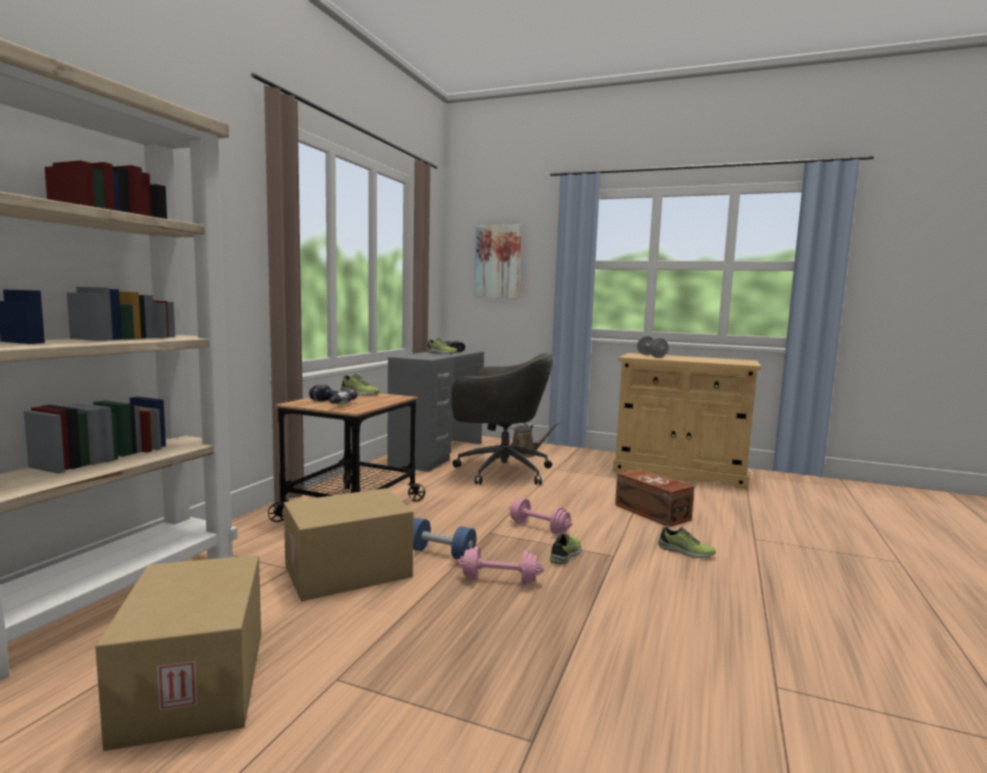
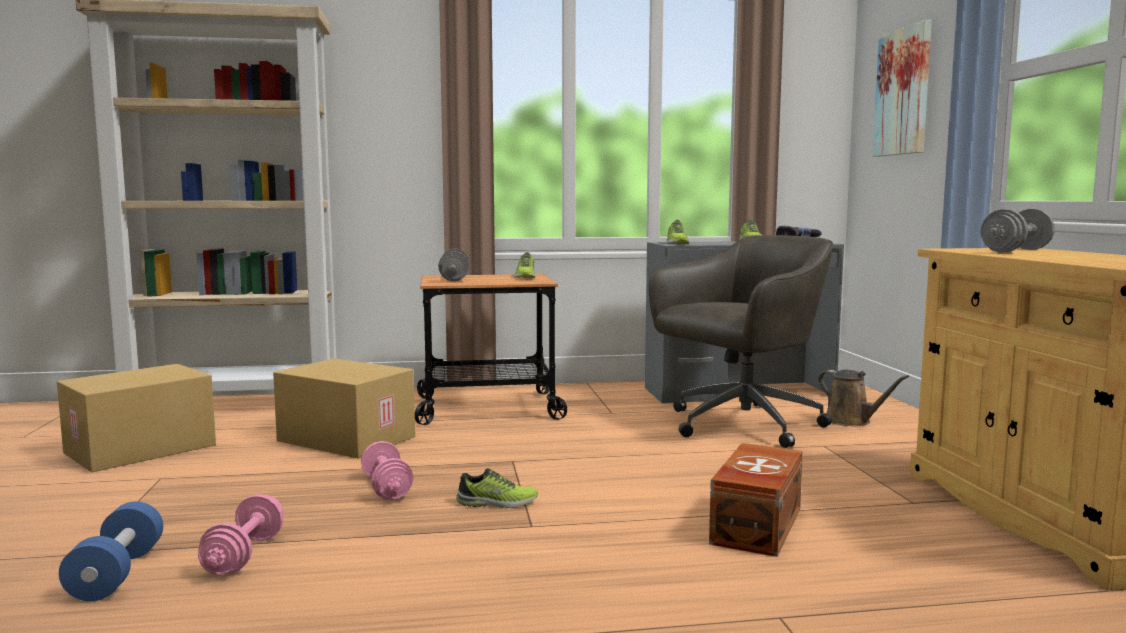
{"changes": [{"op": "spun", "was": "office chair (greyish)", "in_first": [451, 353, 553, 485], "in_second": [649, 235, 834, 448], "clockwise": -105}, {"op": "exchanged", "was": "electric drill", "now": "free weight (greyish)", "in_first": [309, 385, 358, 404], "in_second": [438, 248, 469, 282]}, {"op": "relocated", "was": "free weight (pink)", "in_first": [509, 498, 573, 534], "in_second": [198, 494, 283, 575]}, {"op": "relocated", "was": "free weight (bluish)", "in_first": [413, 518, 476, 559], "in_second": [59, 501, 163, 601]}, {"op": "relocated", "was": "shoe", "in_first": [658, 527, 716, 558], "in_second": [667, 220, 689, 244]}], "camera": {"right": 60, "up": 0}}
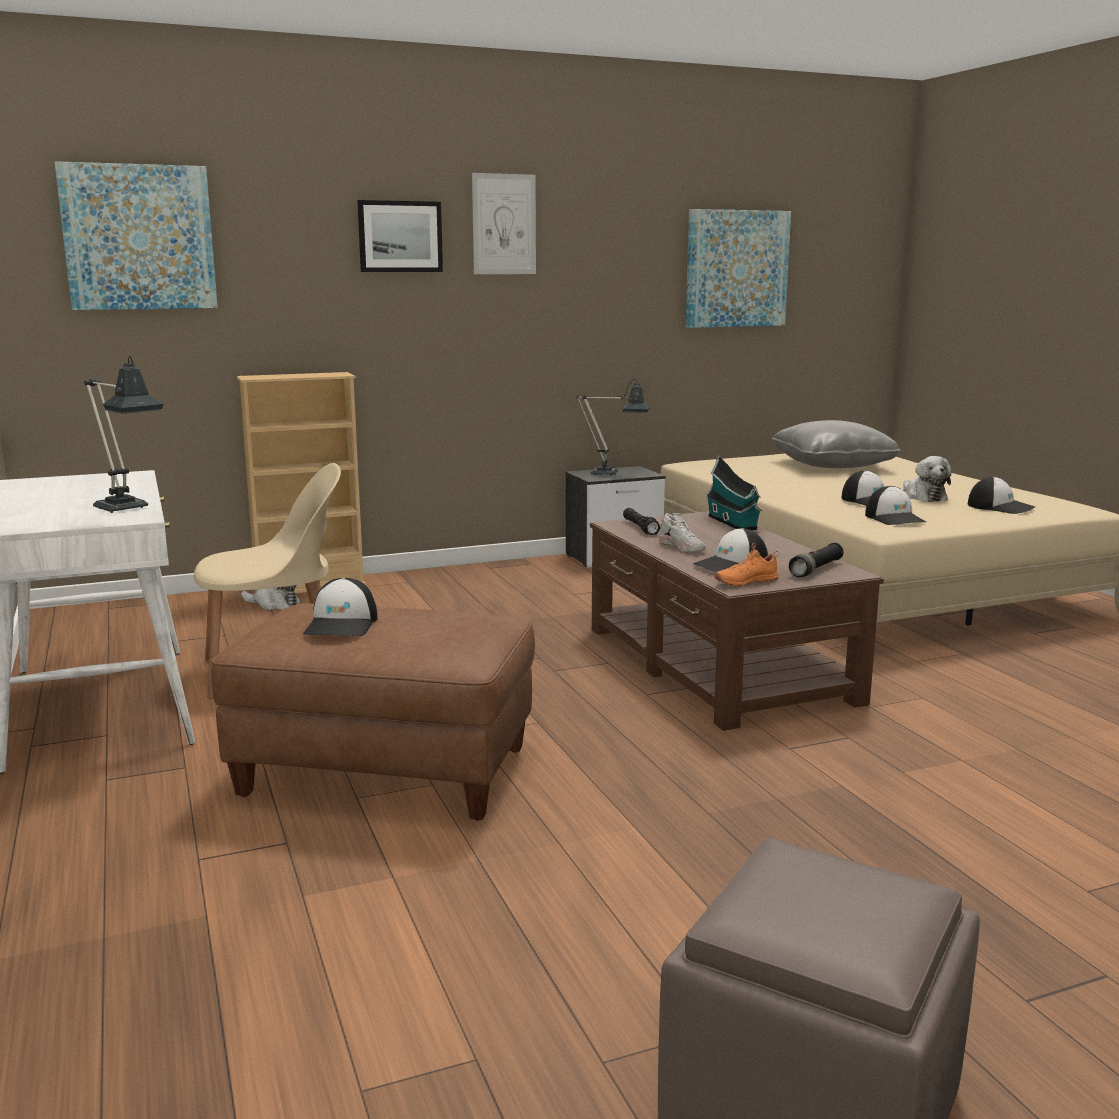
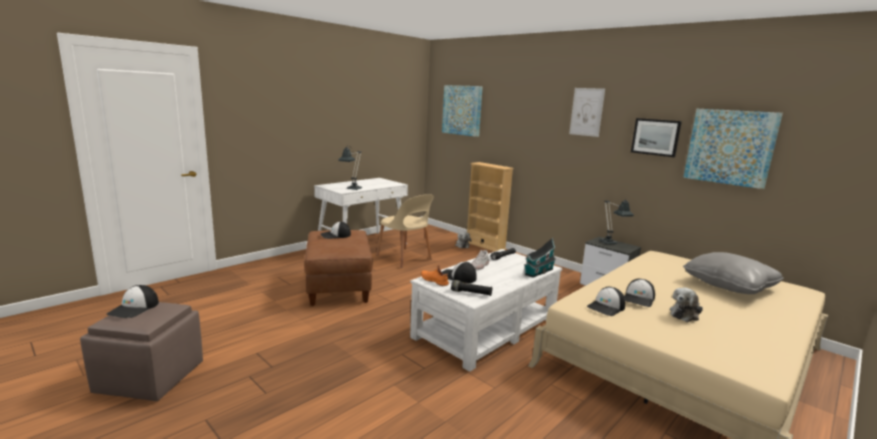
{"changes": [{"op": "relocated", "was": "picture", "in_first": [357, 200, 443, 272], "in_second": [631, 118, 682, 157]}, {"op": "relocated", "was": "cap", "in_first": [968, 477, 1035, 514], "in_second": [107, 285, 159, 318]}, {"op": "colour", "was": "coffee table (brown-coloured)", "now": "coffee table (white)", "in_first": [590, 511, 884, 731], "in_second": [410, 249, 562, 372]}], "camera": {"right": 65, "up": 0}}
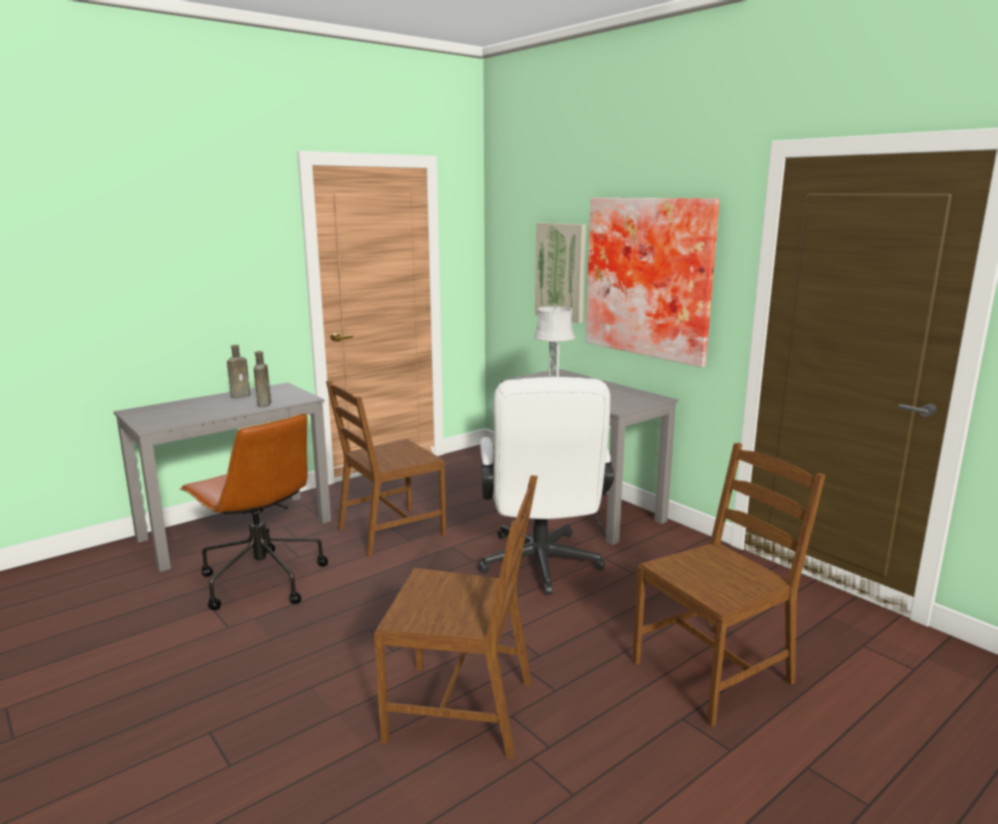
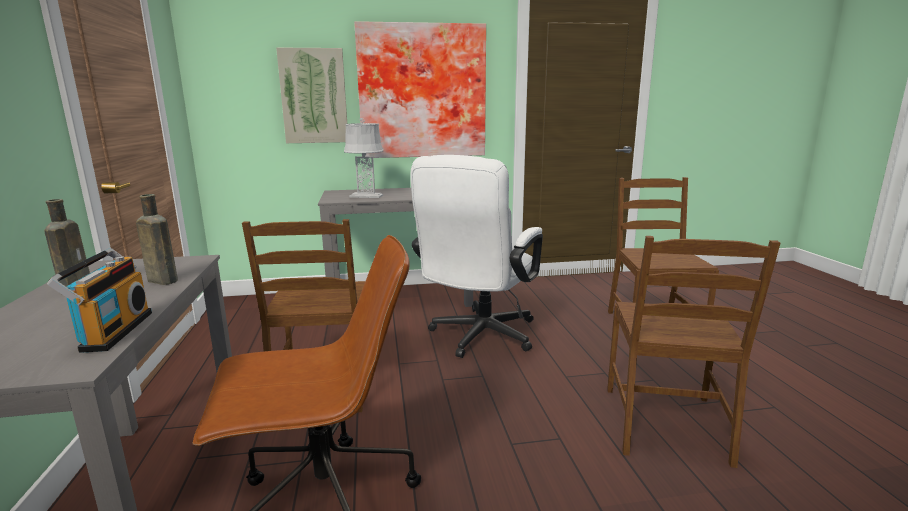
{"changes": [{"op": "spun", "was": "office chair (white)", "in_first": [478, 377, 614, 595], "in_second": [410, 155, 543, 358], "clockwise": 90}, {"op": "spun", "was": "chair (brown-coloured)", "in_first": [374, 475, 538, 759], "in_second": [607, 236, 780, 468], "clockwise": 150}, {"op": "appeared", "now": "radio receiver", "in_second": [47, 248, 152, 353]}], "camera": {"right": -60, "up": 0}}
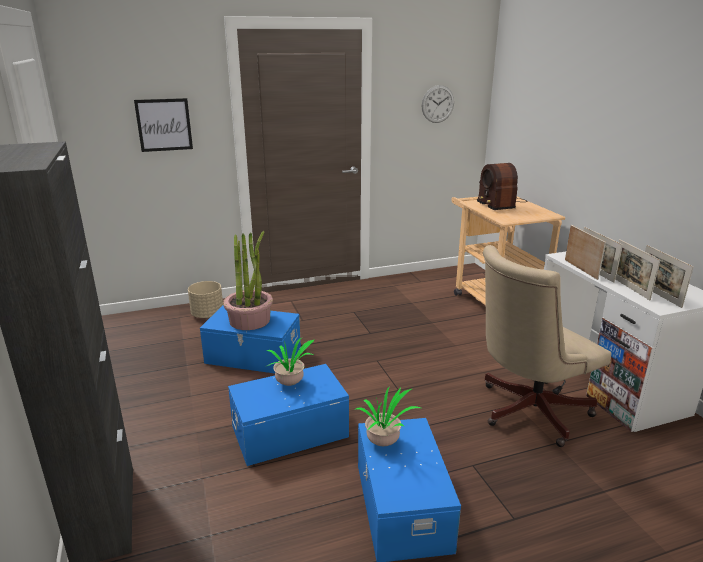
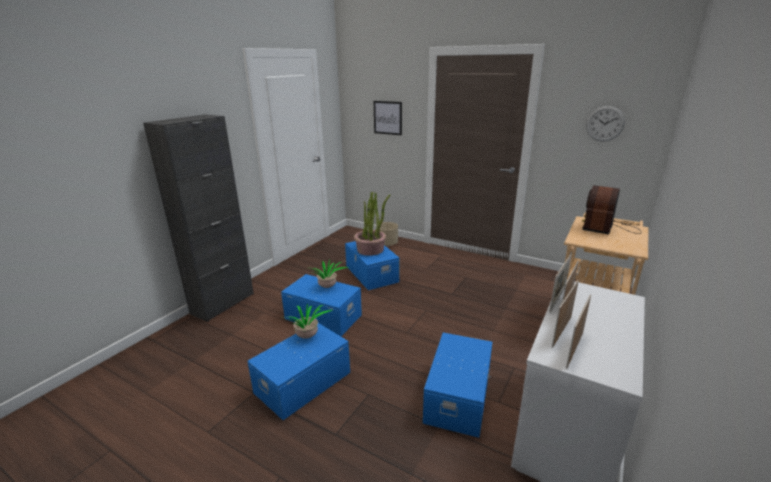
{"changes": [{"op": "exchanged", "was": "office chair (beige-coloured)", "now": "storage bin (bluish)", "in_first": [483, 245, 611, 447], "in_second": [423, 332, 492, 438]}], "camera": {"right": 50, "up": 0}}
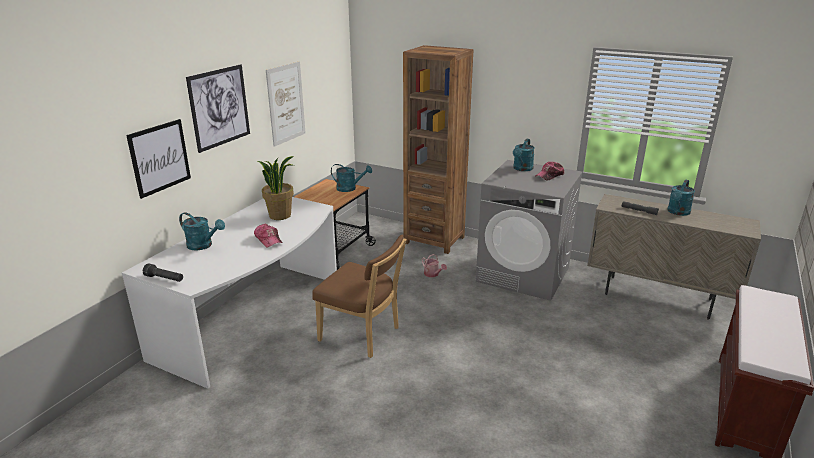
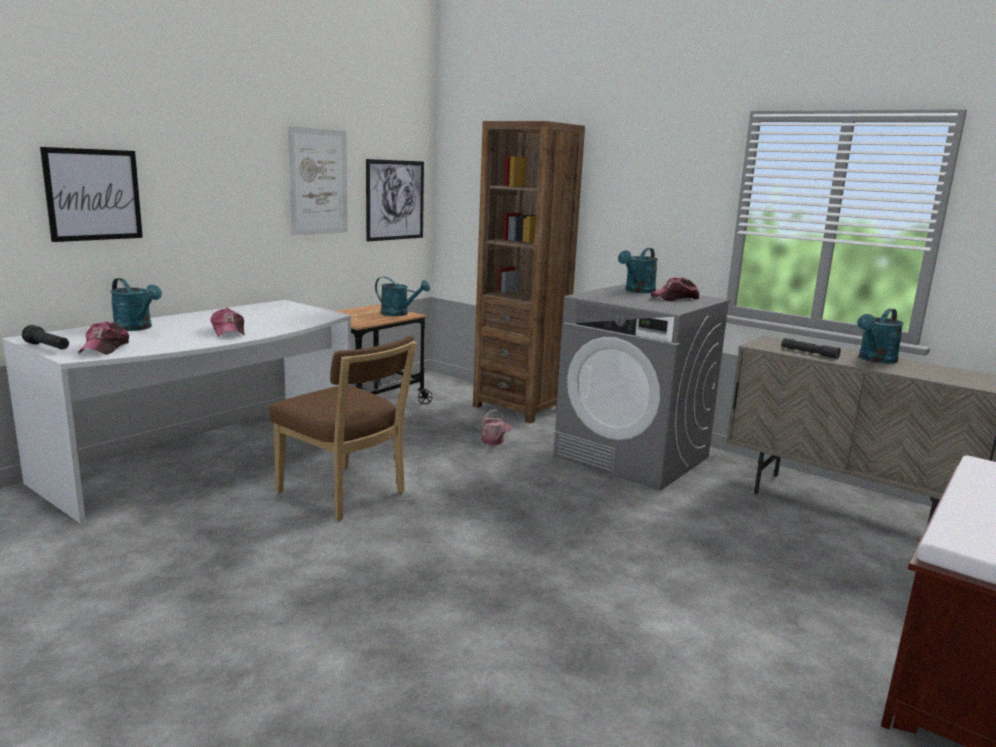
{"changes": [{"op": "relocated", "was": "picture", "in_first": [186, 64, 250, 153], "in_second": [366, 159, 424, 241]}, {"op": "missing", "was": "plant in a pot", "in_first": [257, 156, 294, 220]}, {"op": "appeared", "now": "cap", "in_second": [78, 321, 129, 354]}], "camera": {"right": 10, "up": -10}}
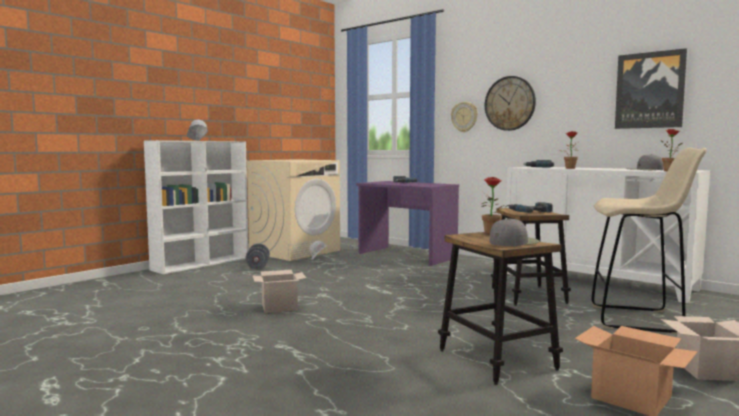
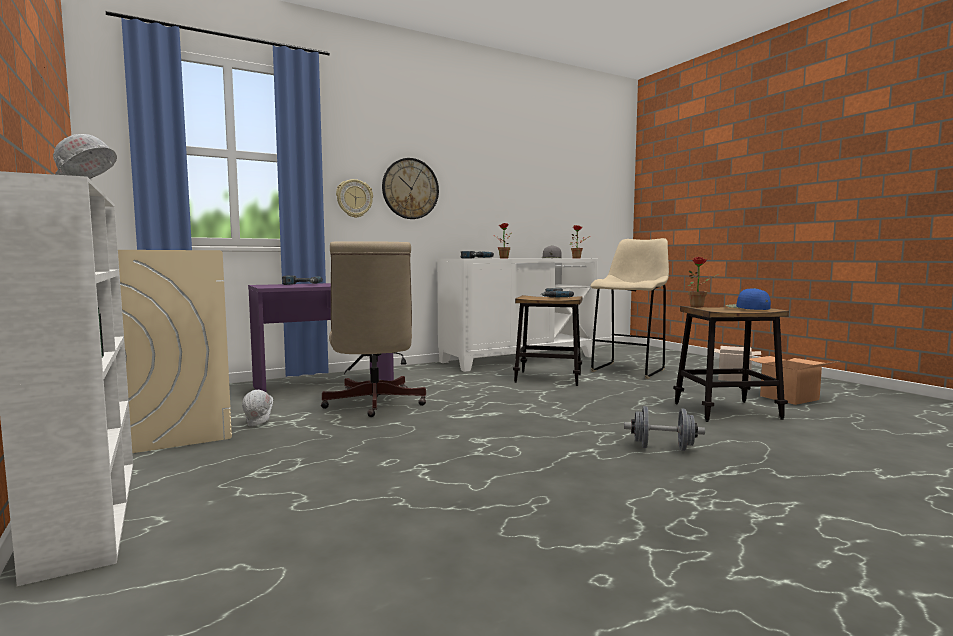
{"changes": [{"op": "missing", "was": "picture", "in_first": [615, 48, 687, 129]}, {"op": "colour", "was": "cap (greyish)", "now": "cap (bluish)", "in_first": [489, 218, 540, 246], "in_second": [726, 288, 771, 310]}, {"op": "relocated", "was": "free weight (greyish)", "in_first": [246, 243, 270, 269], "in_second": [624, 406, 705, 451]}, {"op": "missing", "was": "packing box", "in_first": [253, 270, 306, 313]}, {"op": "appeared", "now": "office chair (beige-coloured)", "in_second": [321, 241, 426, 417]}], "camera": {"right": -70, "up": 0}}
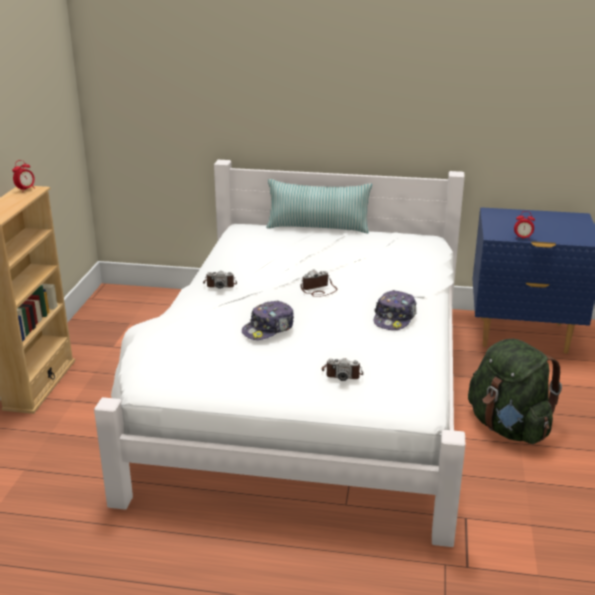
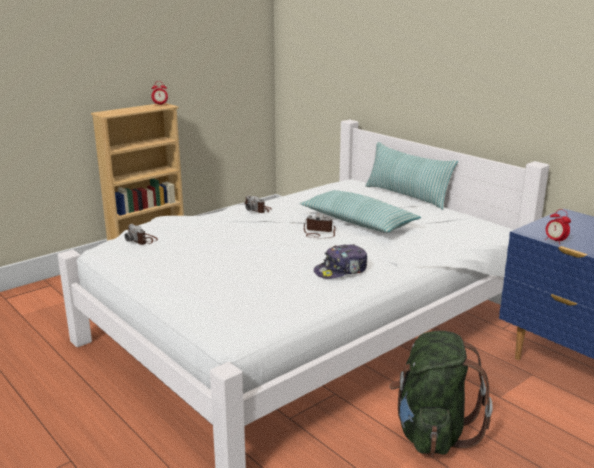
{"changes": [{"op": "missing", "was": "cap", "in_first": [242, 300, 294, 340]}, {"op": "relocated", "was": "still camera", "in_first": [321, 358, 363, 381], "in_second": [125, 224, 158, 245]}, {"op": "appeared", "now": "pillow", "in_second": [300, 190, 421, 233]}], "camera": {"right": 40, "up": -5}}
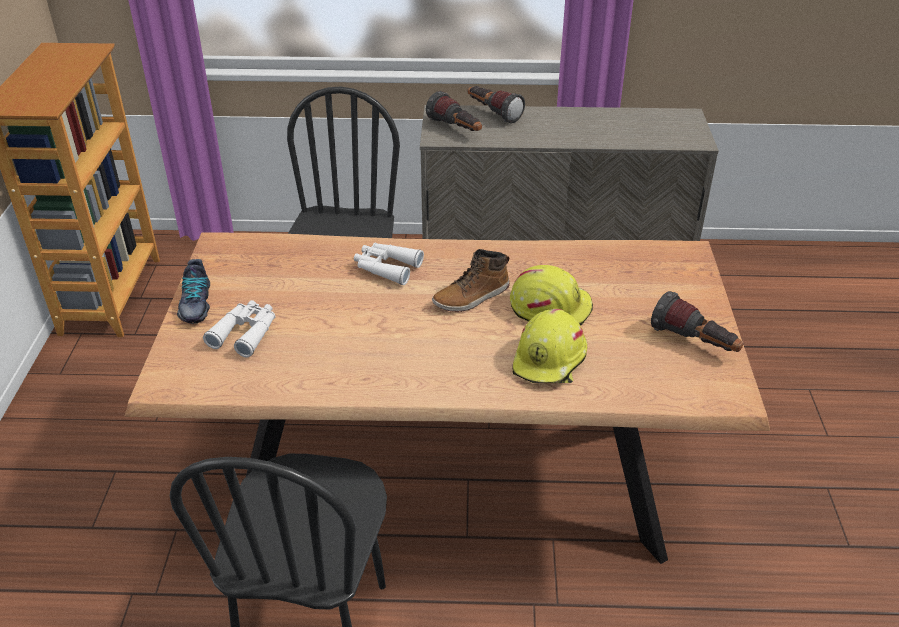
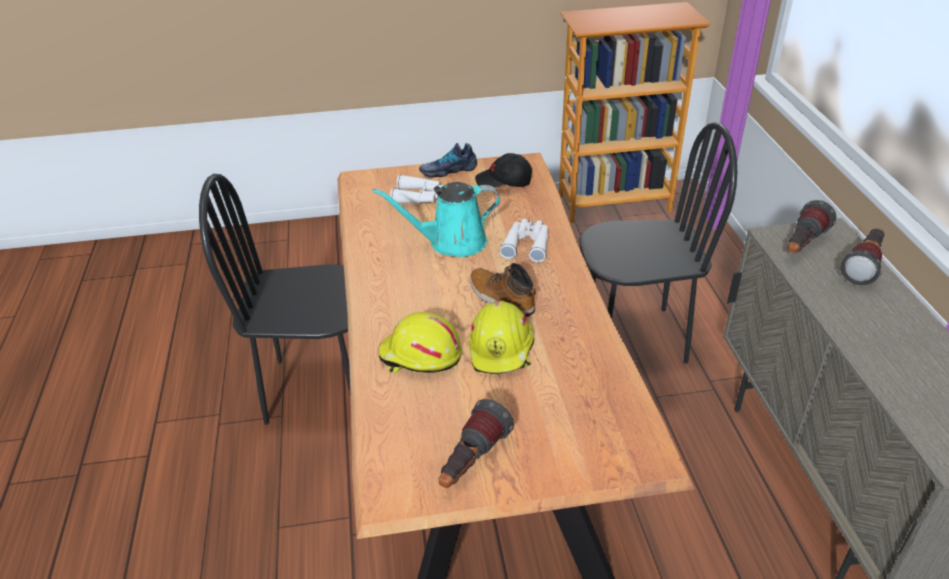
{"changes": [{"op": "appeared", "now": "cap (black)", "in_second": [475, 153, 532, 188]}, {"op": "appeared", "now": "watering pot (turquoise-coloured)", "in_second": [372, 182, 500, 257]}], "camera": {"right": 80, "up": 0}}
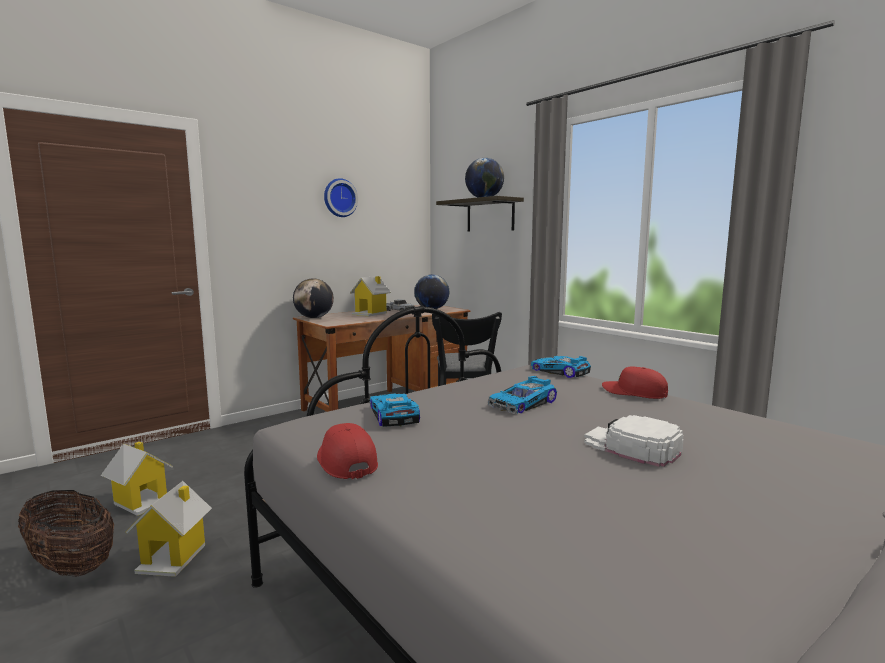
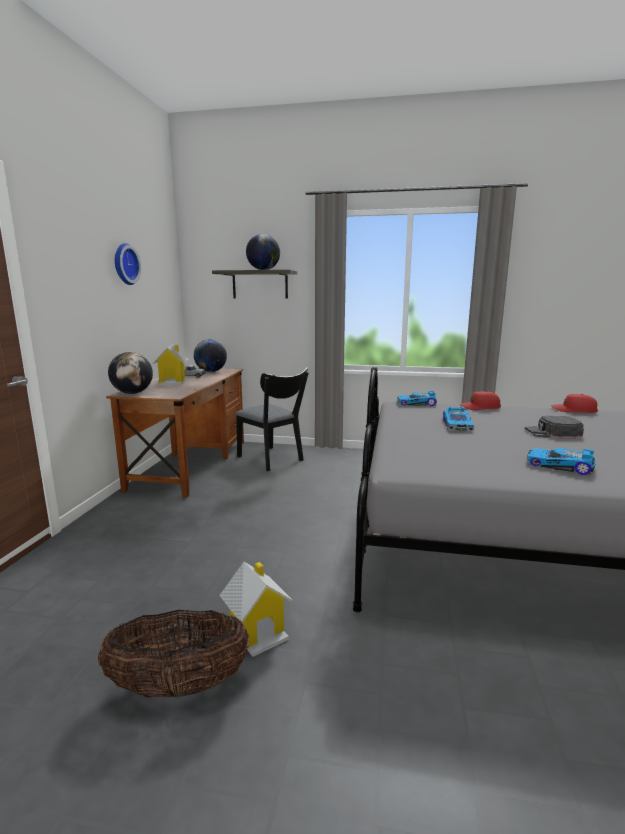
{"changes": [{"op": "relocated", "was": "miniature car", "in_first": [369, 393, 420, 427], "in_second": [527, 448, 596, 475]}, {"op": "colour", "was": "cap (white)", "now": "cap (black)", "in_first": [584, 415, 684, 467], "in_second": [525, 415, 584, 438]}, {"op": "relocated", "was": "cap (reddish)", "in_first": [317, 423, 378, 479], "in_second": [551, 394, 598, 413]}, {"op": "missing", "was": "miniature house", "in_first": [101, 442, 173, 516]}], "camera": {"right": -40, "up": 5}}
